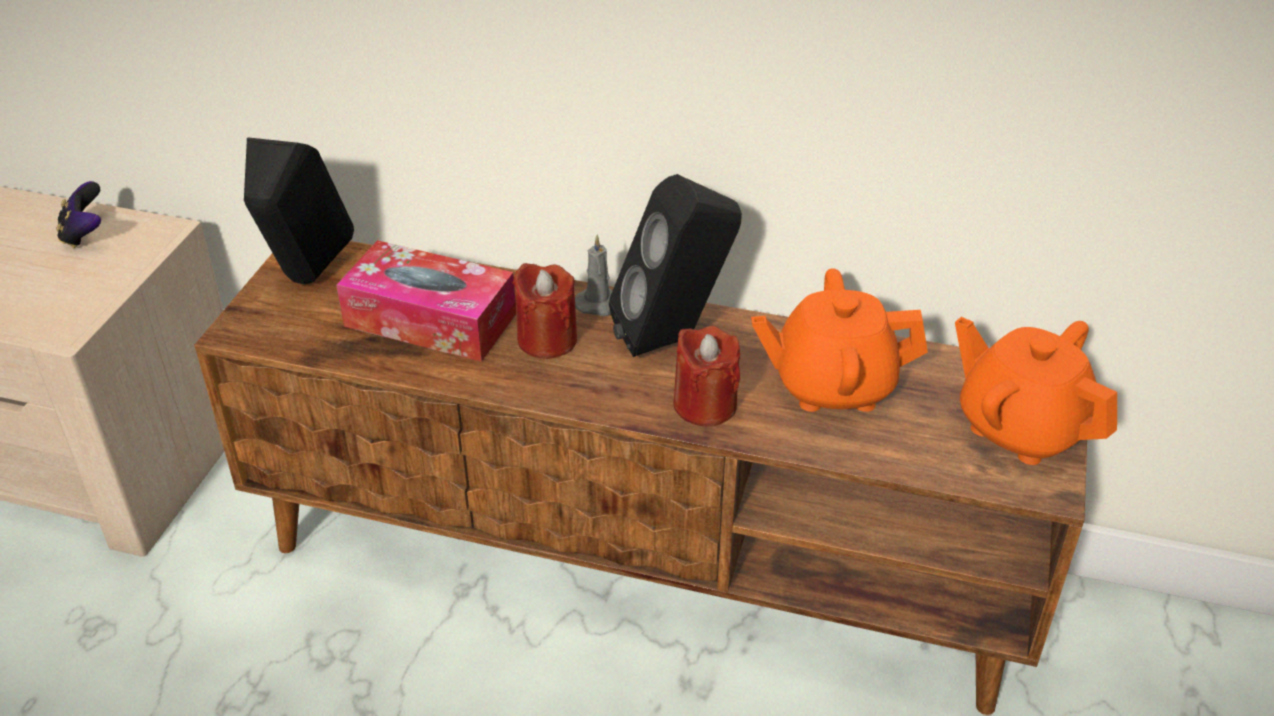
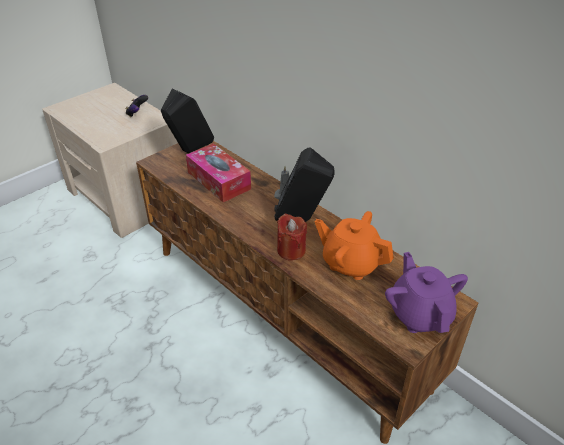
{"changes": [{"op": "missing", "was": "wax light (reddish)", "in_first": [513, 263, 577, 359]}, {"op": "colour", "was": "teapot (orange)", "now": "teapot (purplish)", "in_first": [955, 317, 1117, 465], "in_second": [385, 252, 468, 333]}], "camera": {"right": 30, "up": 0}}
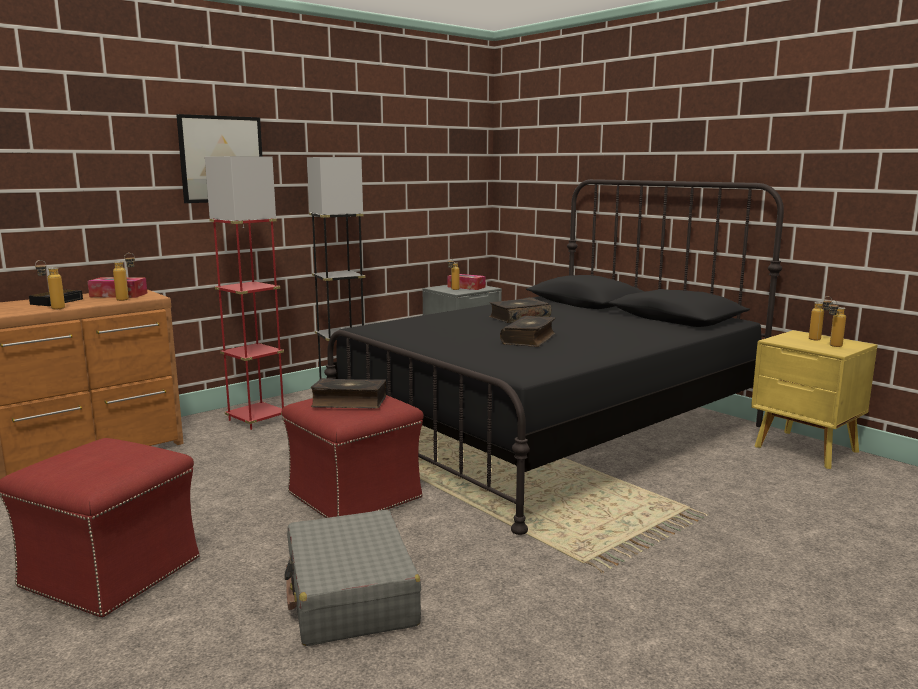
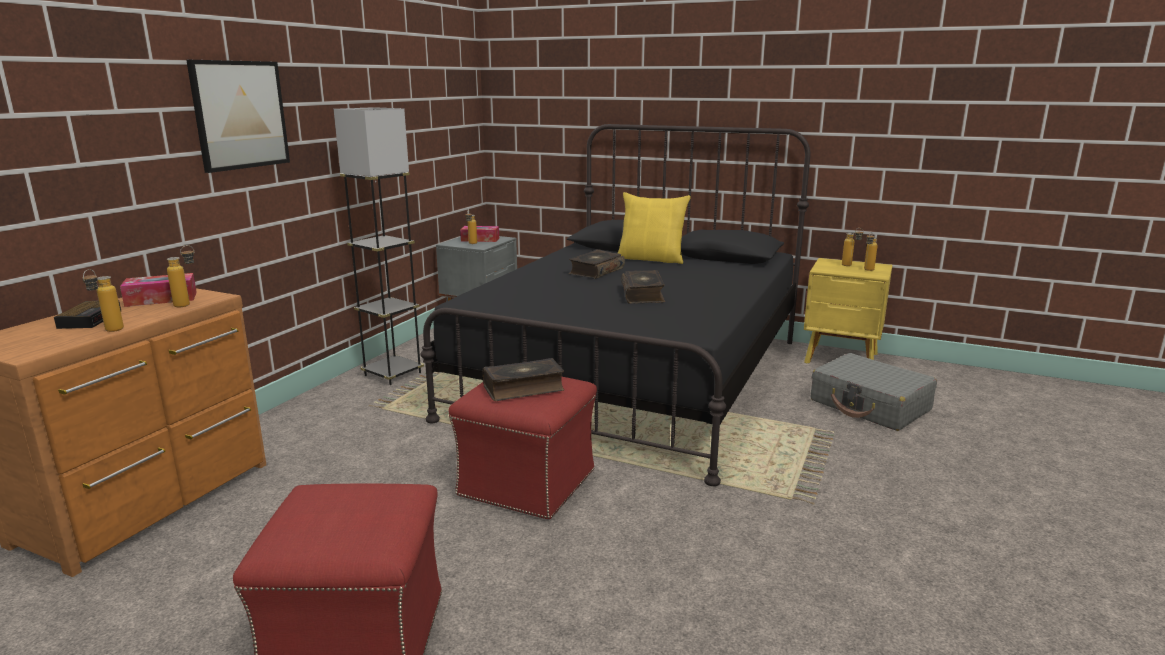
{"changes": [{"op": "missing", "was": "standing lamp (reddish)", "in_first": [205, 156, 284, 430]}, {"op": "relocated", "was": "suitcase (greyish)", "in_first": [284, 510, 421, 646], "in_second": [811, 353, 937, 431]}, {"op": "appeared", "now": "pillow (yellowish)", "in_second": [618, 192, 691, 264]}], "camera": {"right": -25, "up": 5}}
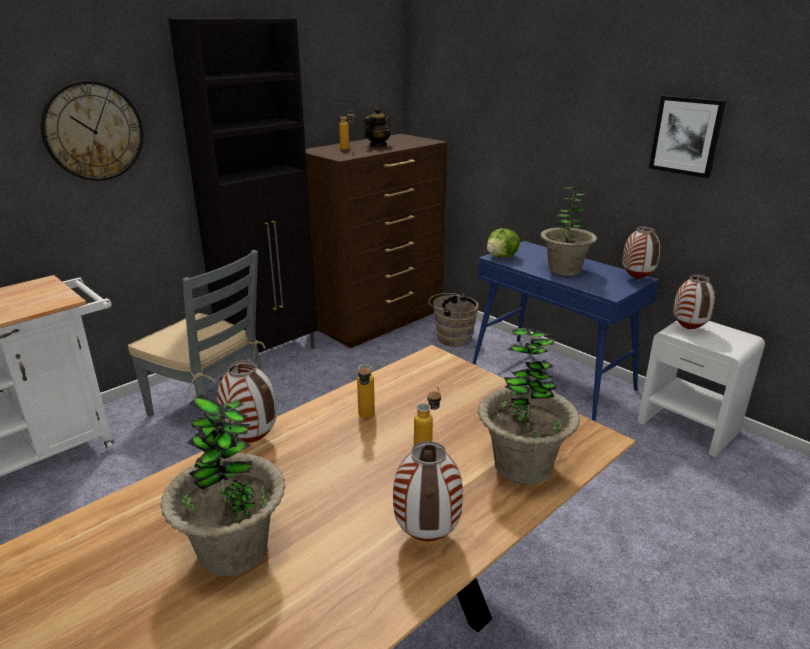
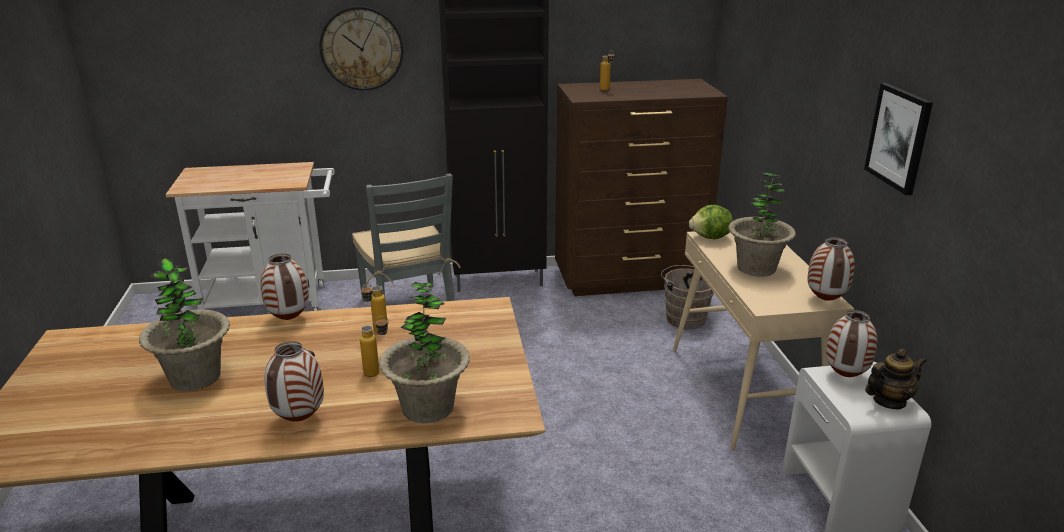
{"changes": [{"op": "relocated", "was": "teapot", "in_first": [364, 107, 391, 147], "in_second": [865, 349, 927, 409]}, {"op": "colour", "was": "narrow table (bluish)", "now": "narrow table (beige-coloured)", "in_first": [472, 241, 659, 421], "in_second": [673, 231, 854, 450]}], "camera": {"right": 35, "up": 0}}
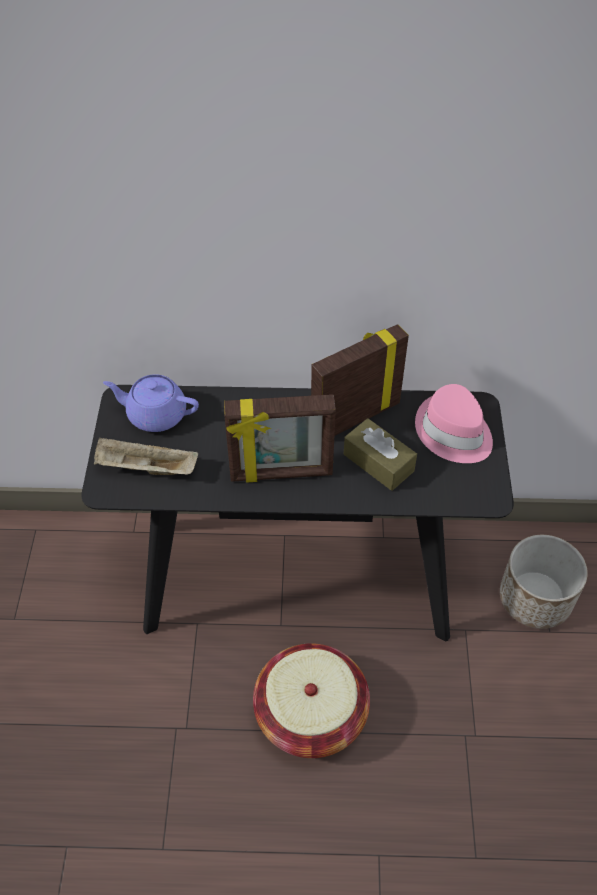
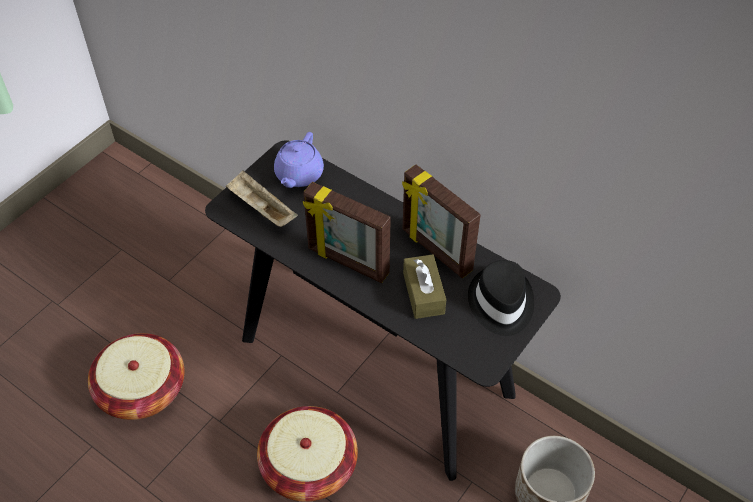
{"changes": [{"op": "spun", "was": "standing frame", "in_first": [311, 324, 409, 436], "in_second": [402, 165, 481, 278], "clockwise": -135}, {"op": "spun", "was": "teapot (purplish)", "in_first": [103, 374, 199, 432], "in_second": [274, 132, 324, 188], "clockwise": -120}, {"op": "colour", "was": "hat (pink)", "now": "hat (black)", "in_first": [415, 384, 493, 463], "in_second": [468, 260, 534, 336]}, {"op": "appeared", "now": "basket", "in_second": [88, 333, 185, 420]}], "camera": {"right": 35, "up": 0}}
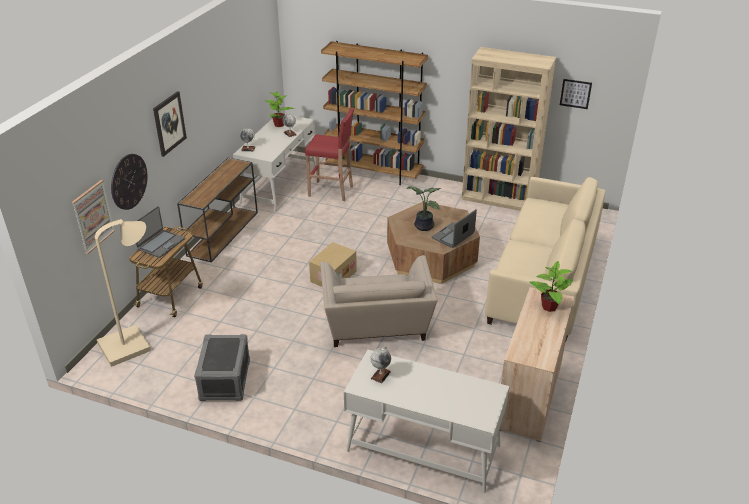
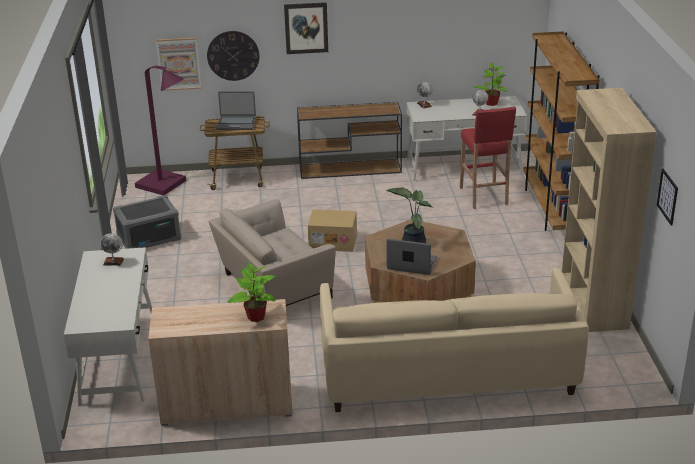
{"changes": [{"op": "colour", "was": "standing lamp (beige-coloured)", "now": "standing lamp (purplish)", "in_first": [95, 219, 151, 367], "in_second": [135, 66, 186, 195]}], "camera": {"right": 65, "up": -5}}
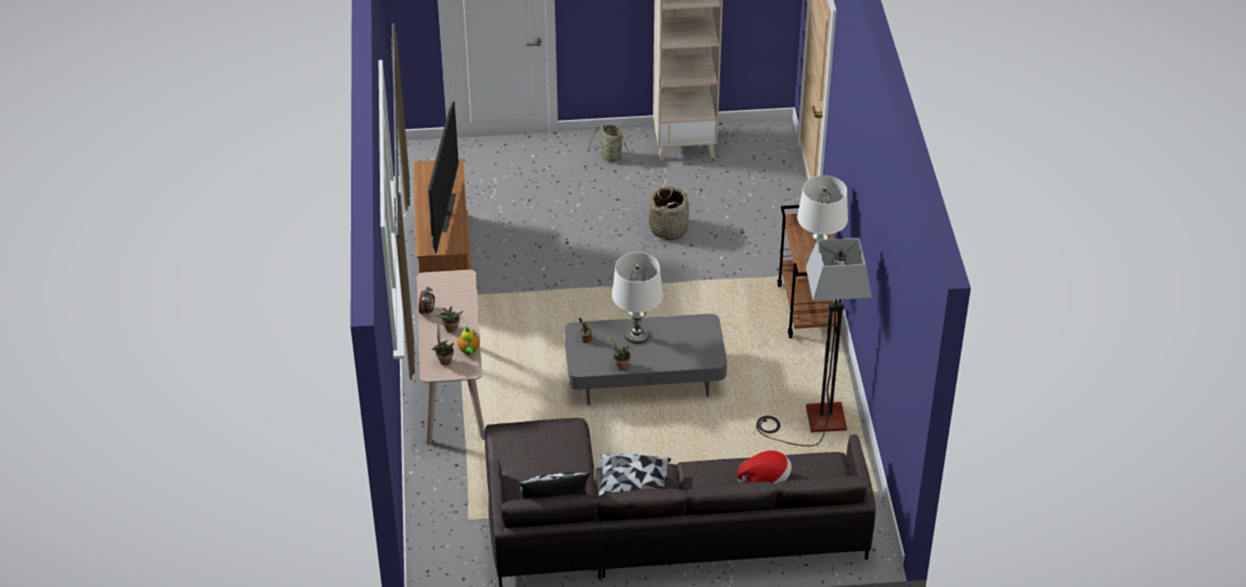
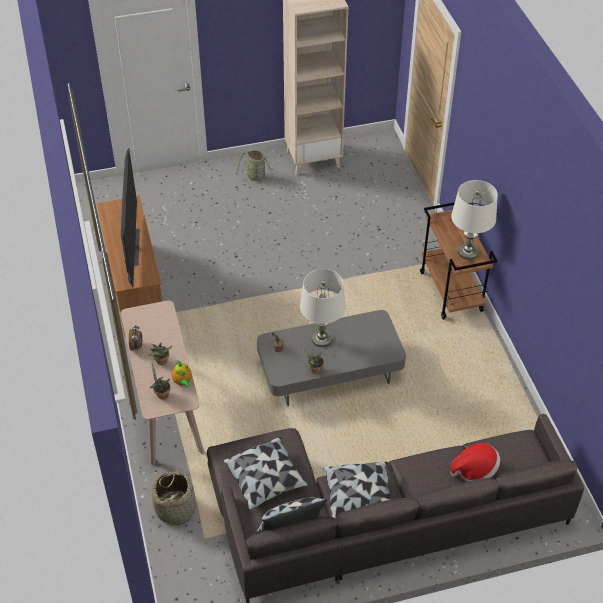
{"changes": [{"op": "relocated", "was": "basket", "in_first": [649, 187, 689, 240], "in_second": [152, 470, 196, 527]}, {"op": "missing", "was": "standing lamp", "in_first": [756, 238, 872, 446]}, {"op": "appeared", "now": "pillow", "in_second": [223, 437, 308, 510]}], "camera": {"right": -10, "up": 5}}
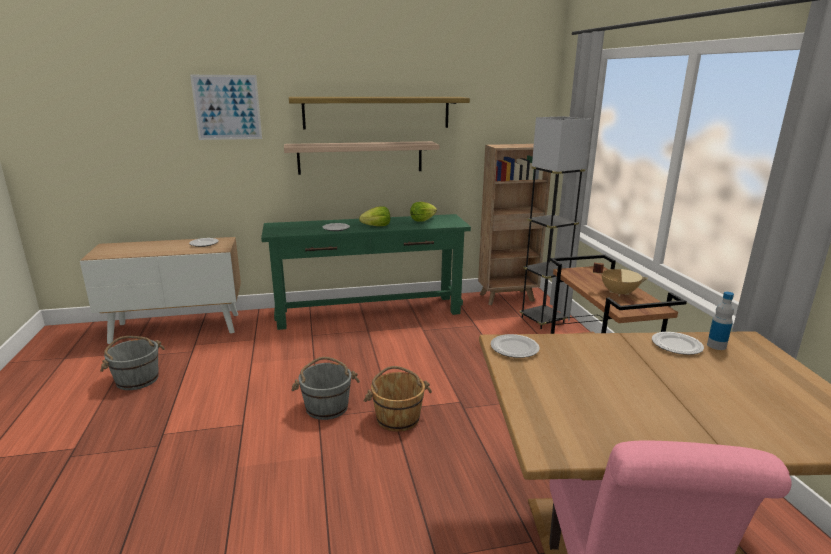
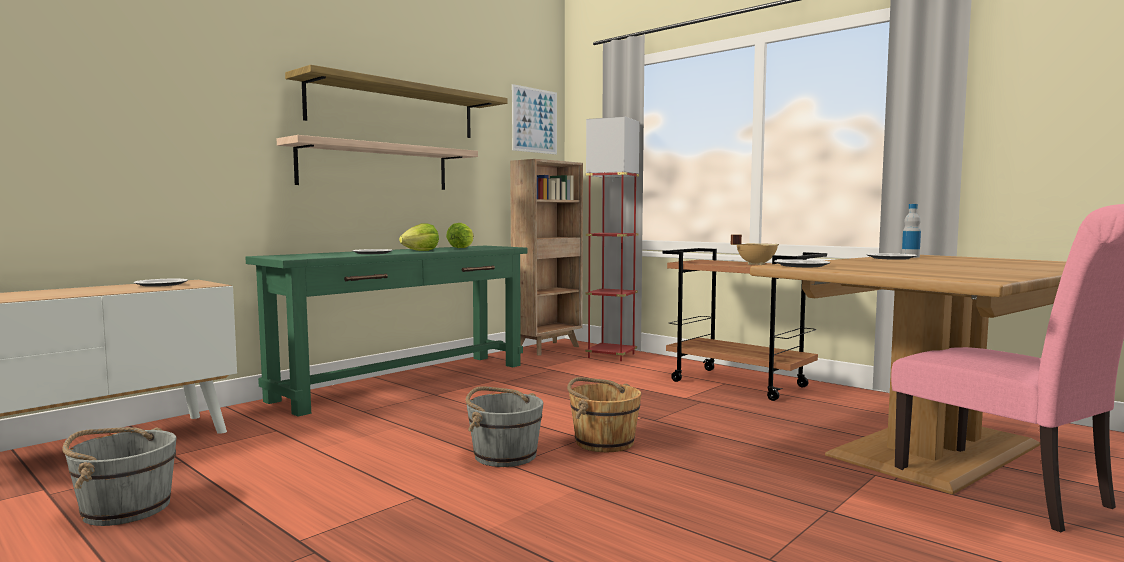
{"changes": [{"op": "relocated", "was": "picture", "in_first": [190, 75, 262, 140], "in_second": [512, 84, 557, 154]}, {"op": "colour", "was": "standing lamp (greyish)", "now": "standing lamp (reddish)", "in_first": [519, 116, 591, 329], "in_second": [585, 116, 639, 361]}], "camera": {"right": -35, "up": -15}}
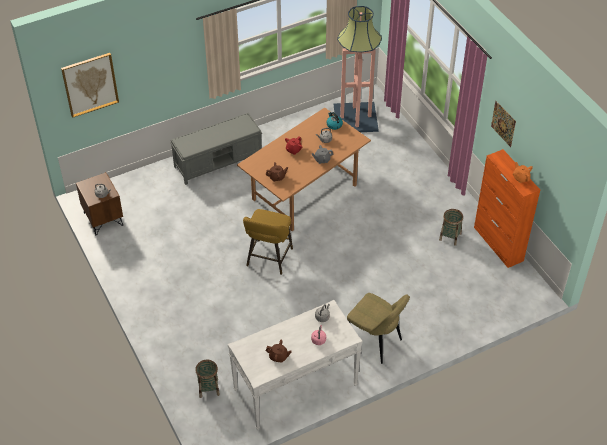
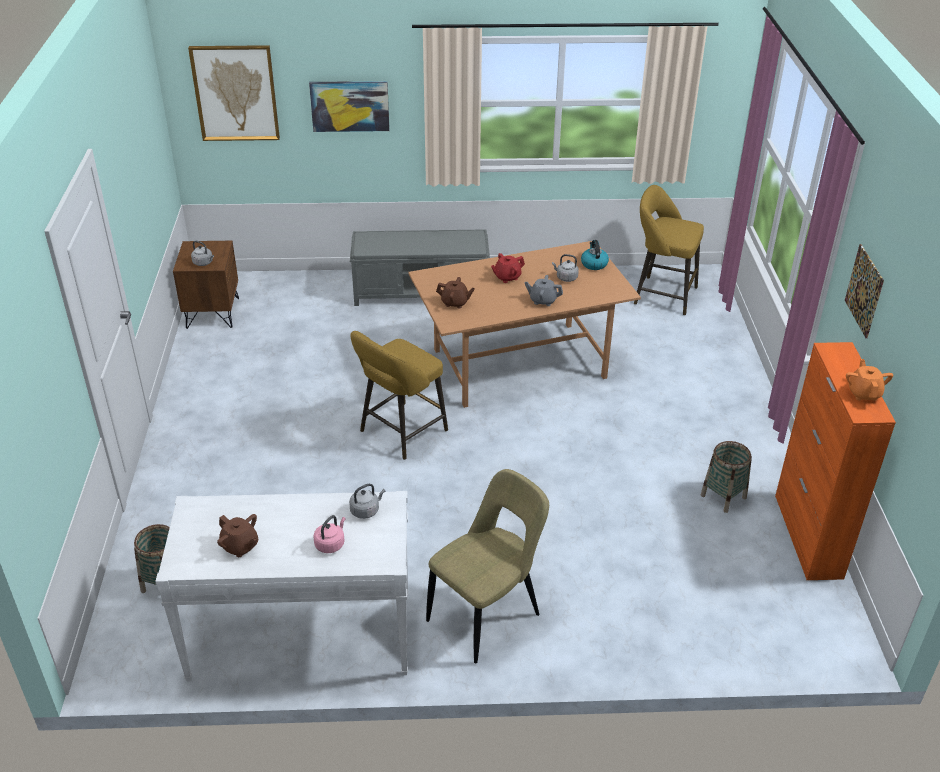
{"changes": [{"op": "exchanged", "was": "standing lamp", "now": "stool (yellowish)", "in_first": [334, 6, 382, 132], "in_second": [634, 185, 704, 316]}, {"op": "spun", "was": "chair (beige-coloured)", "in_first": [347, 293, 410, 364], "in_second": [426, 469, 549, 664], "clockwise": -105}, {"op": "appeared", "now": "picture", "in_second": [309, 81, 390, 132]}], "camera": {"right": 25, "up": -10}}
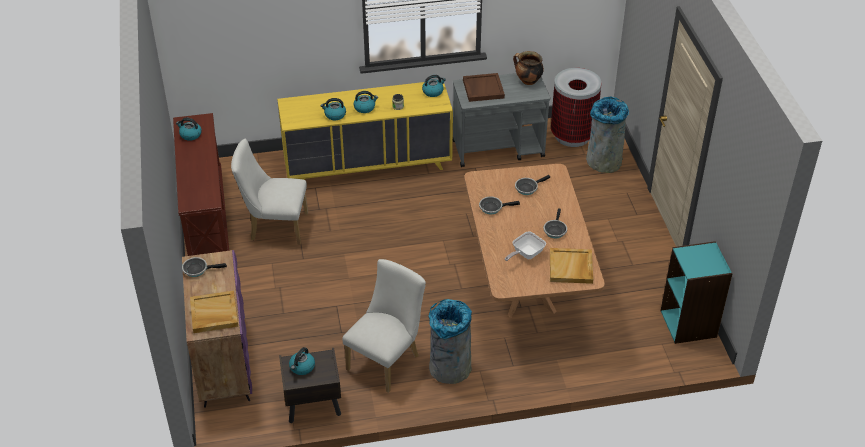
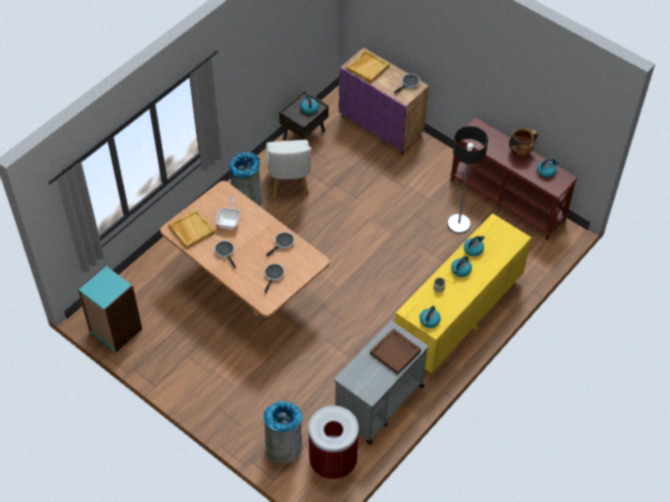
{"changes": [{"op": "relocated", "was": "cooking pot", "in_first": [513, 51, 544, 85], "in_second": [509, 127, 538, 157]}, {"op": "exchanged", "was": "chair (white)", "now": "standing lamp", "in_first": [231, 139, 308, 245], "in_second": [447, 126, 488, 234]}], "camera": {"right": 140, "up": 10}}
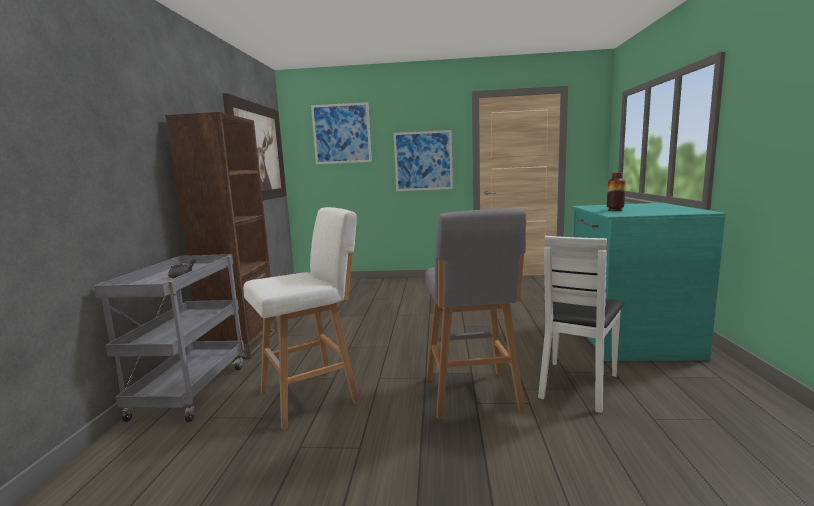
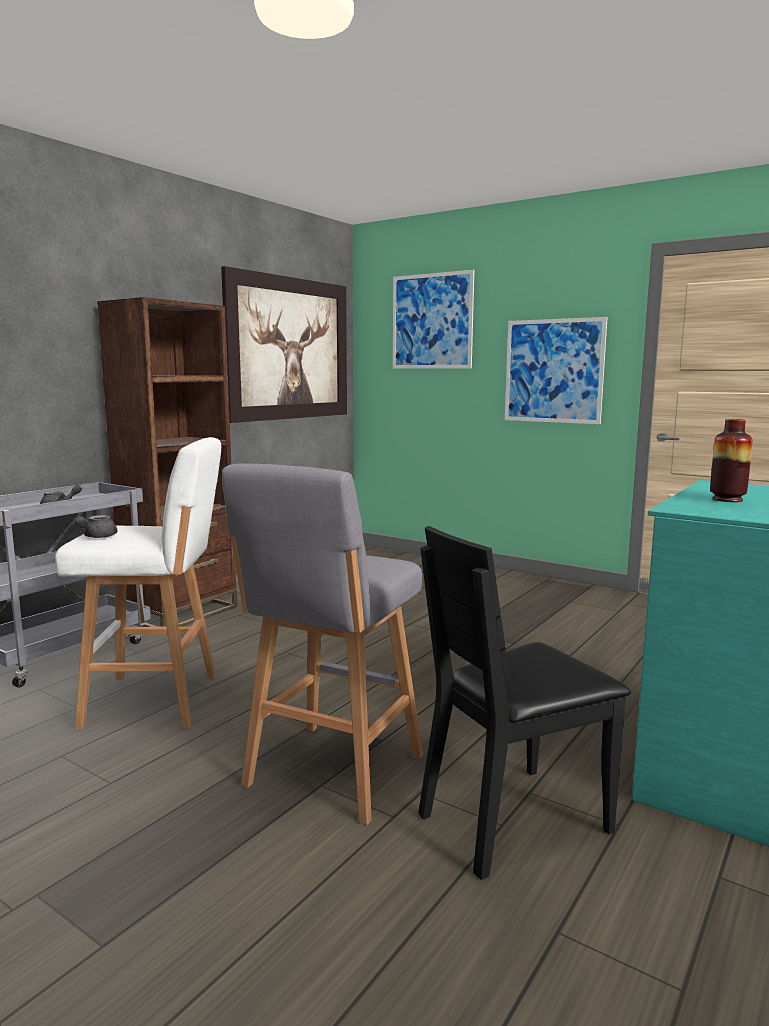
{"changes": [{"op": "colour", "was": "chair (white)", "now": "chair (black)", "in_first": [538, 236, 623, 413], "in_second": [418, 526, 631, 880]}, {"op": "appeared", "now": "teapot (greyish)", "in_second": [75, 515, 117, 538]}], "camera": {"right": 30, "up": 0}}
